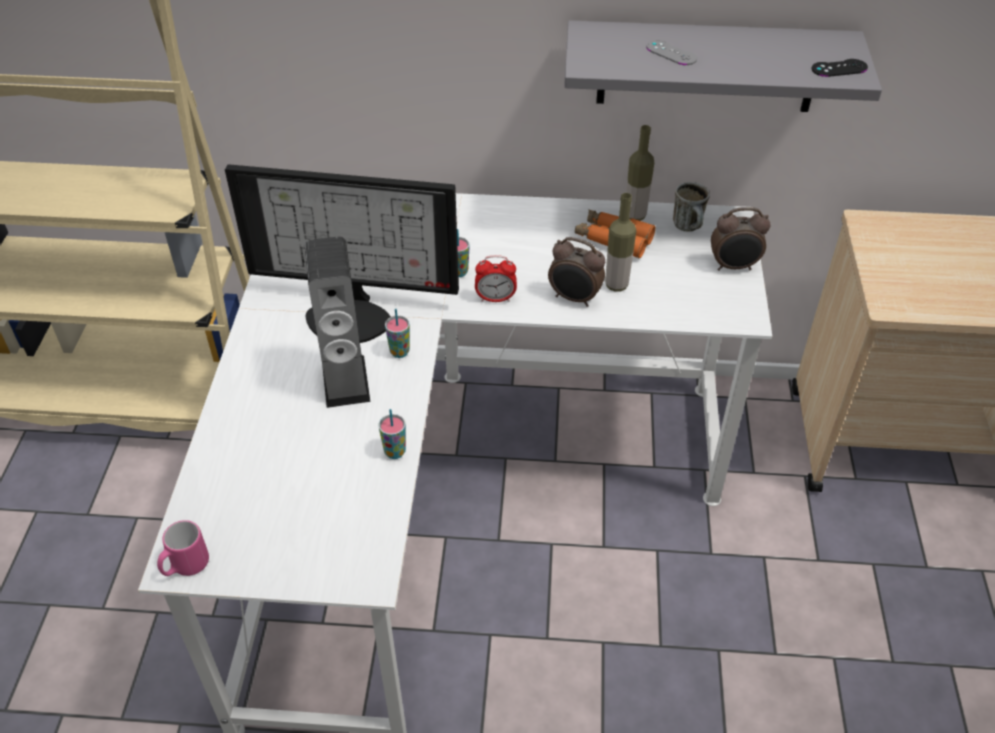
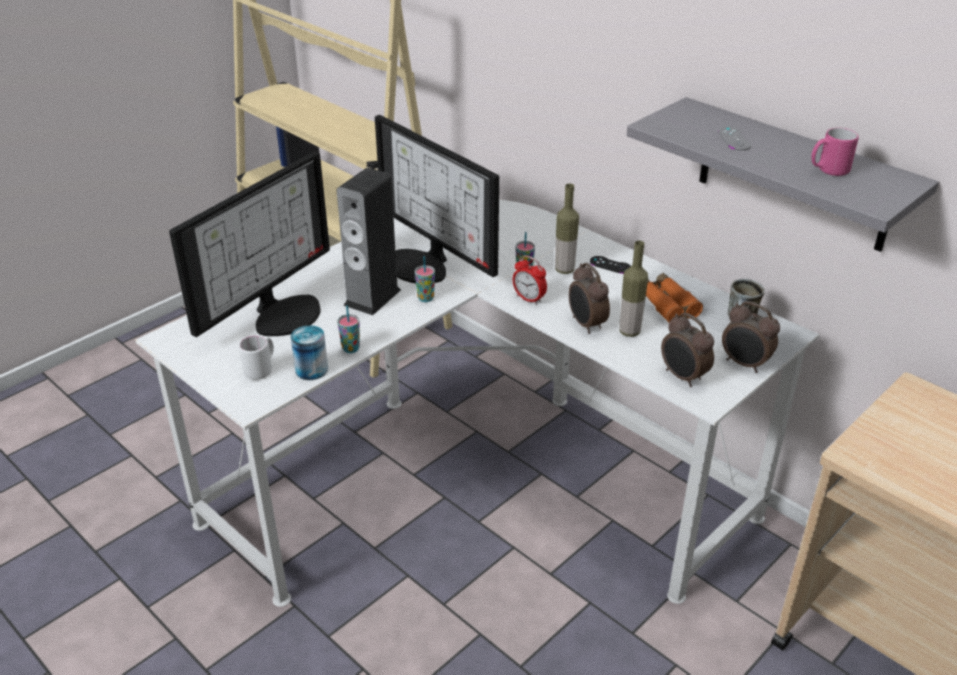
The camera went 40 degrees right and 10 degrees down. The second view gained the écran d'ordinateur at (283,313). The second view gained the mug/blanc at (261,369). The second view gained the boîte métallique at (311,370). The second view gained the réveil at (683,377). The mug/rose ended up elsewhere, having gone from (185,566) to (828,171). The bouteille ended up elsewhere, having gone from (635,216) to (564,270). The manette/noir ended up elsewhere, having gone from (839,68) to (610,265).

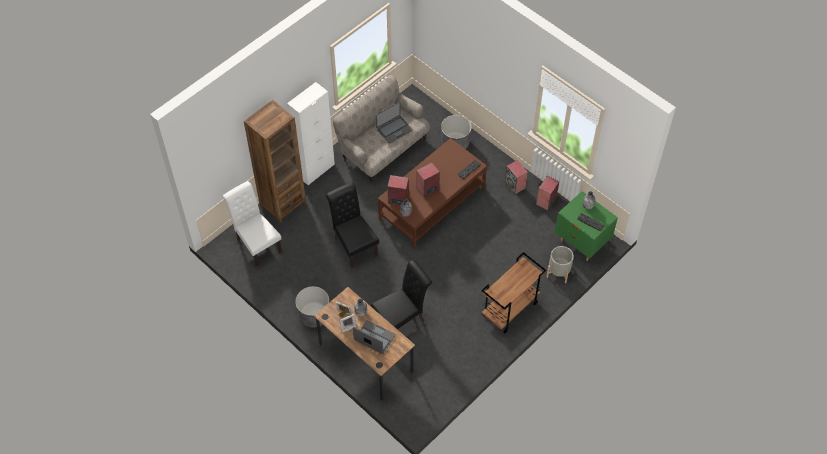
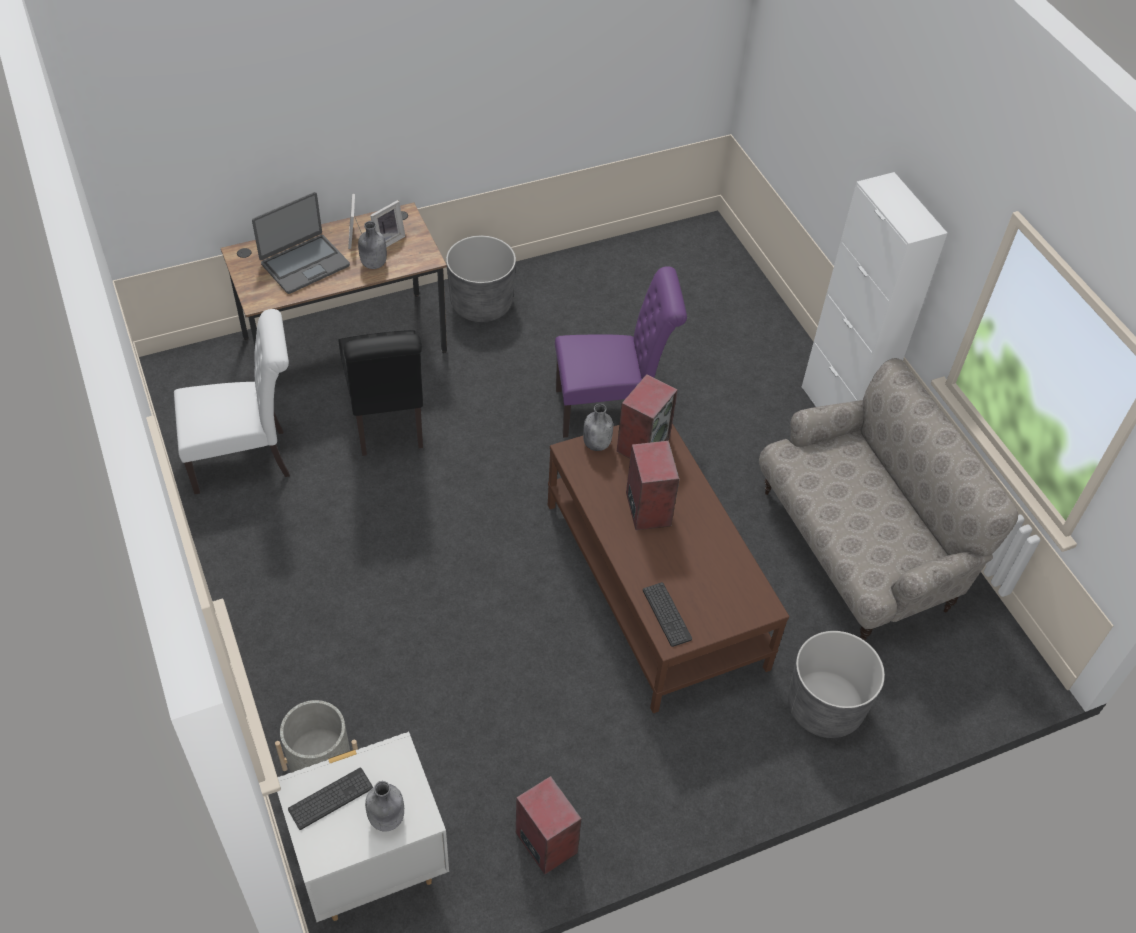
The camera went 110 degrees right and 5 degrees down. The second view lost the bibliothèque/marron at (282,204). The second view lost the ordinateur portable at (394,129). The second view lost the chariot/marron at (509,310). The second view lost the enceinte at (515,185). The chaise/blanc ended up elsewhere, having gone from (257,244) to (247,459). What was the chaise/noir at (353,245) turned into the chaise/violet at (610,409). What was the table de chevet/vert at (581,243) turned into the table de chevet/blanc at (371,866).

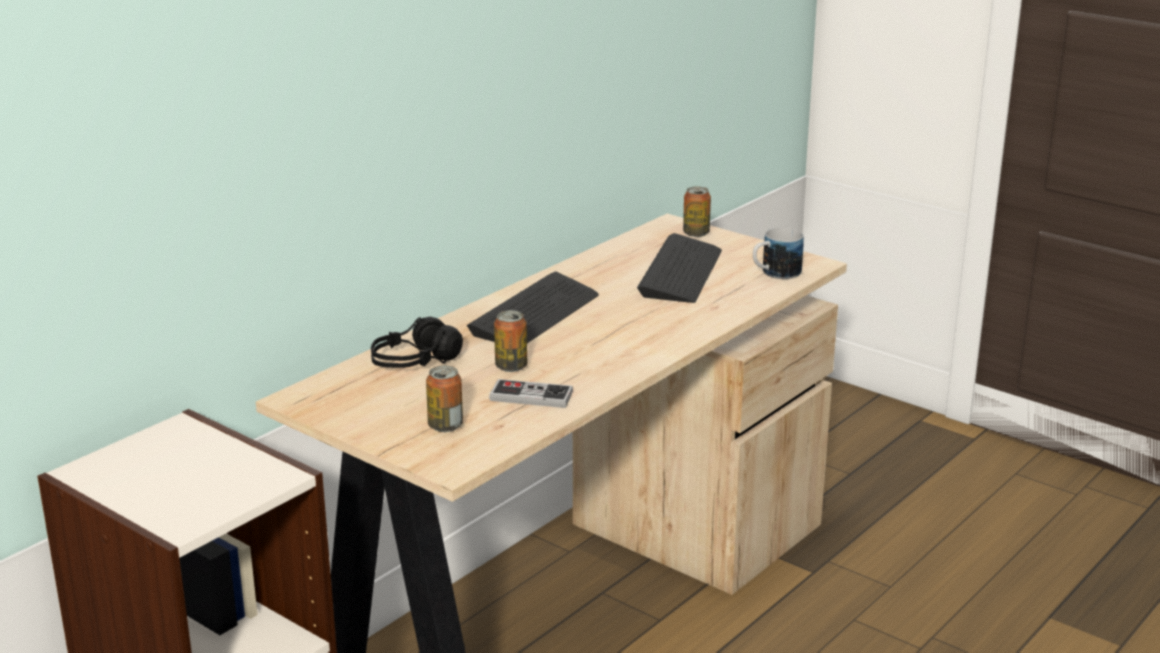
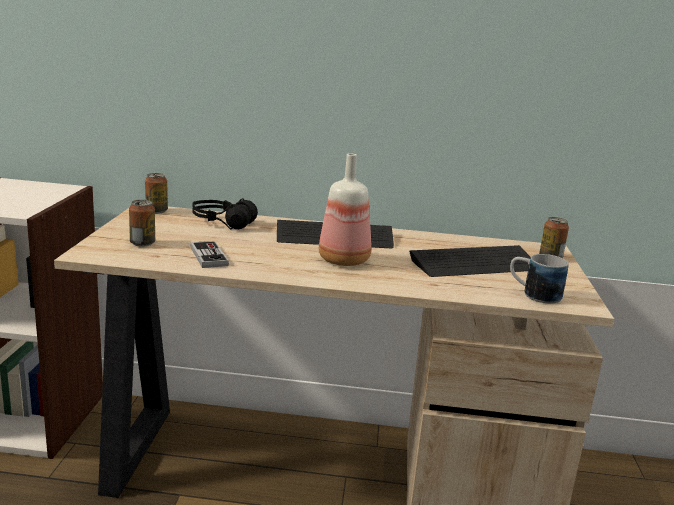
The camera went 55 degrees right and 5 degrees down. The second view gained the bouteille at (344,260). The boîte métallique ended up elsewhere, having gone from (511,366) to (156,211).

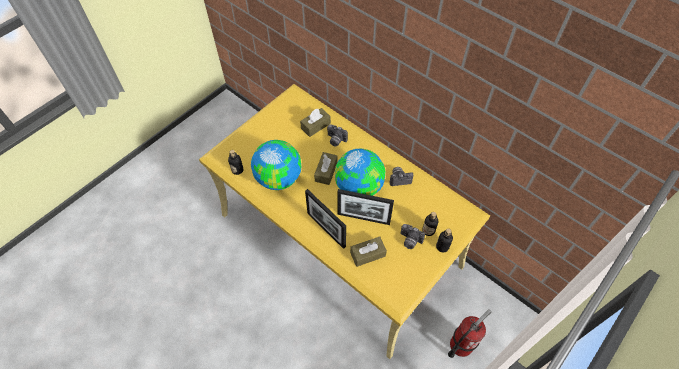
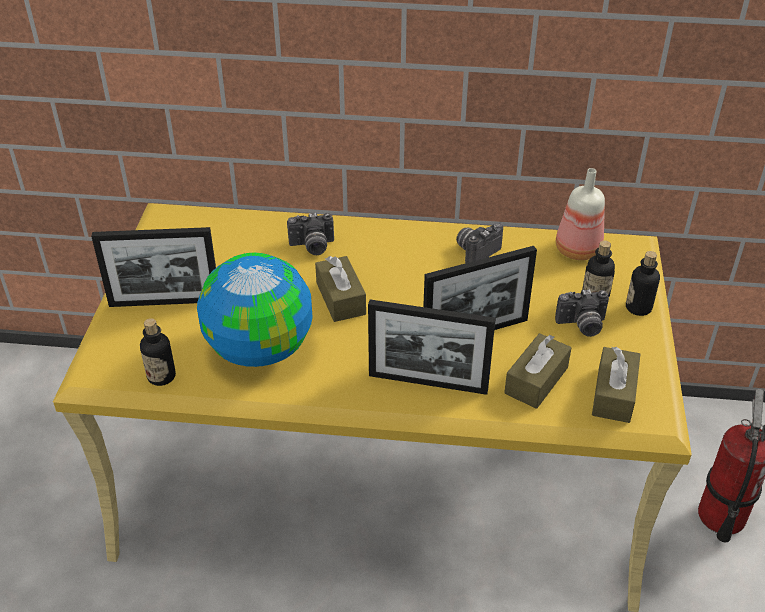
The camera went 35 degrees left and 15 degrees down. The second view lost the globe at (359,187). The second view gained the cadre photo at (165,302). The second view gained the bouteille at (576,250). The boîte à mouchoirs/marron ended up elsewhere, having gone from (315,126) to (613,394).

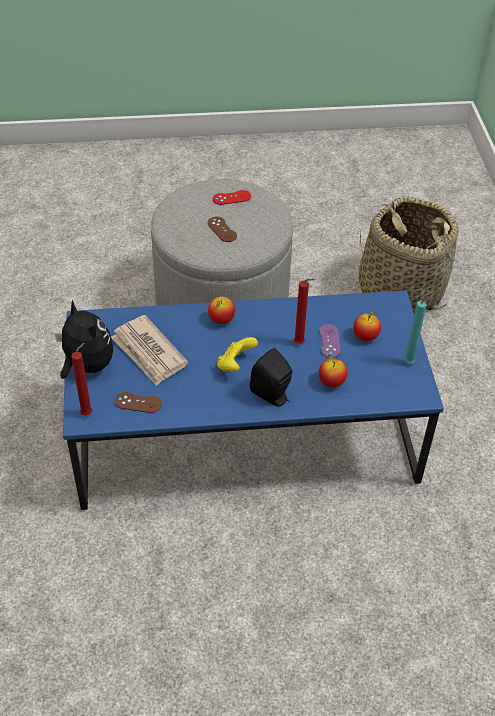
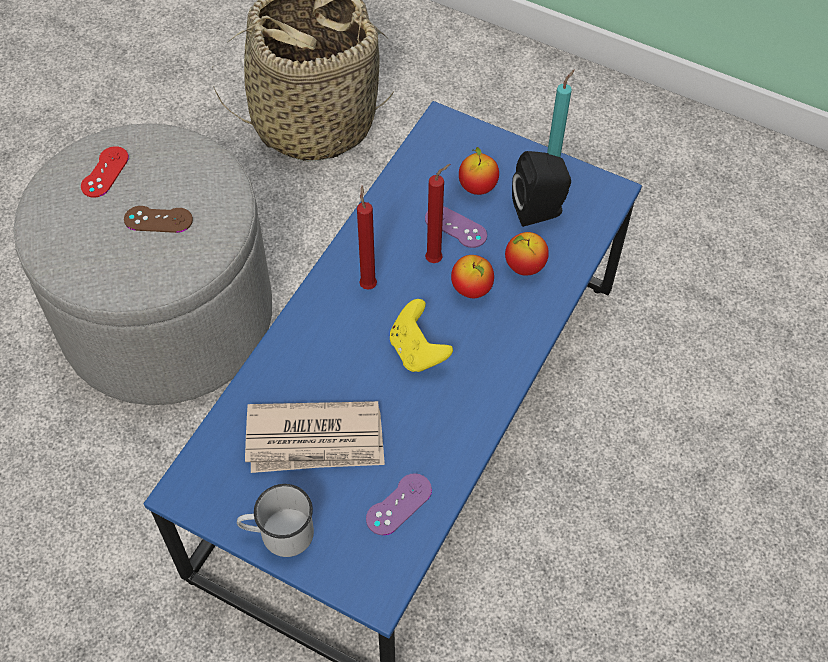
The camera went 55 degrees left and 10 degrees up. The bougie/rouge ended up elsewhere, having gone from (88,413) to (368,284). The pomme ended up elsewhere, having gone from (221,320) to (471,289). The enceinte/noir ended up elsewhere, having gone from (272,396) to (540,211). Where the peluche stood at (86,365), the mug/blanc came to stand at (278,533). What was the manette/marron at (138,403) turned into the manette/violet at (399,504).

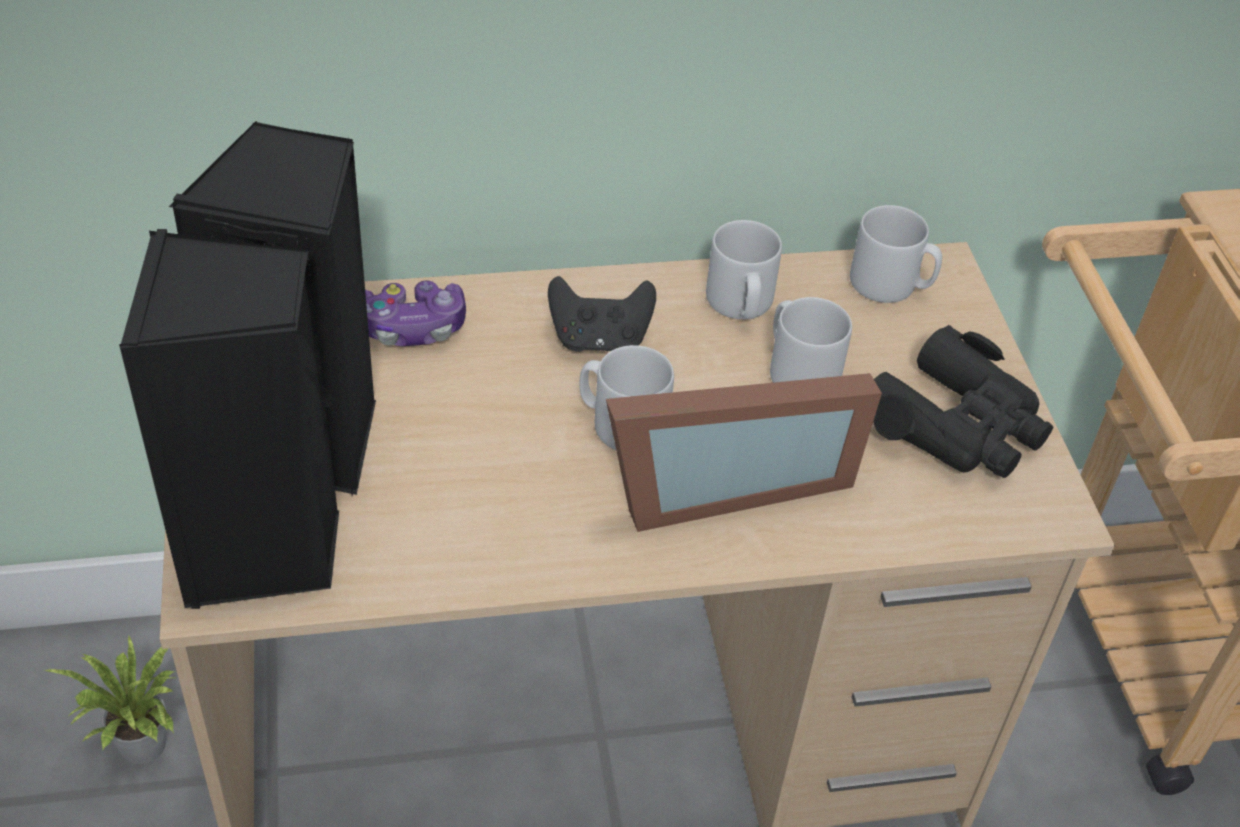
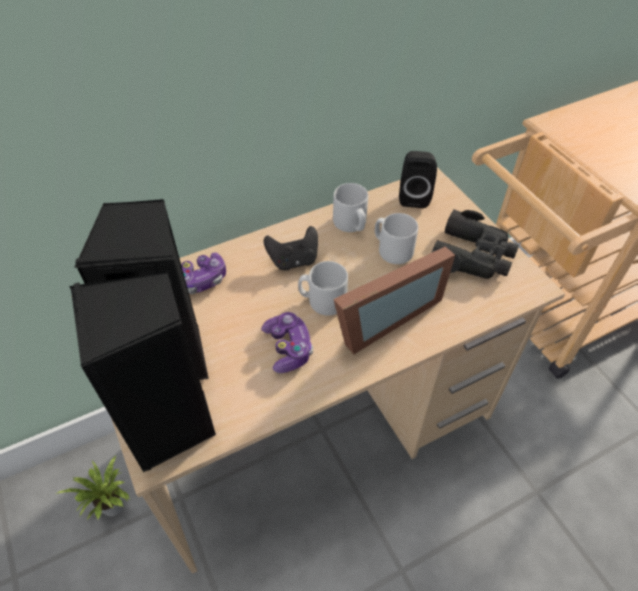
The camera went 15 degrees left and 5 degrees up. The second view gained the manette at (288,348). Where the mug/gris stood at (891,285), the enceinte/noir came to stand at (414,196).

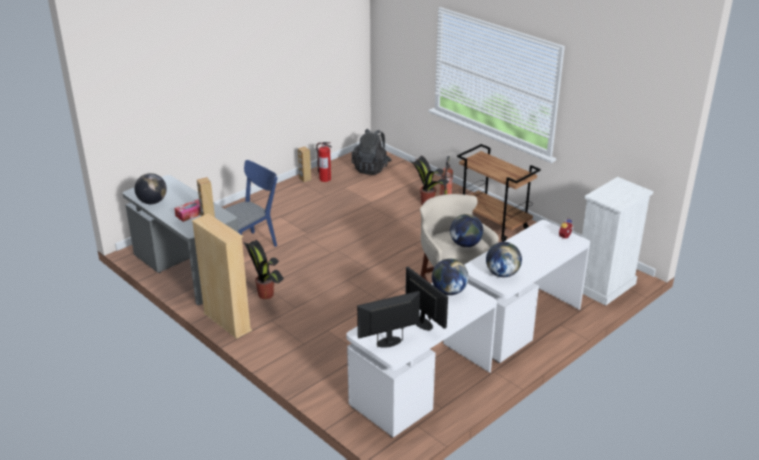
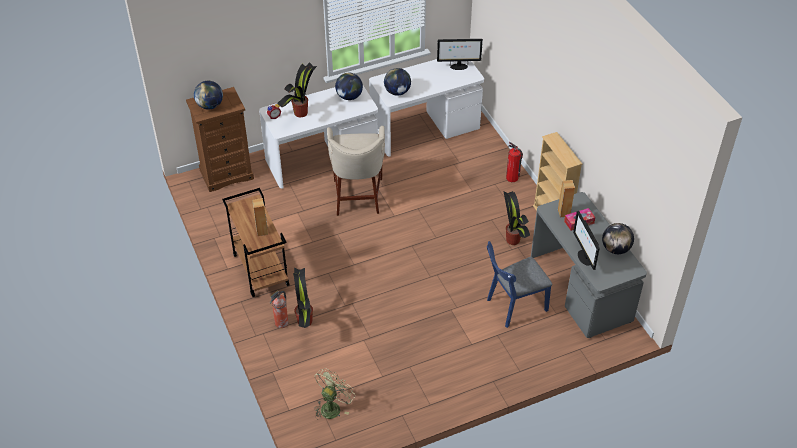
The camera went 160 degrees left and 15 degrees up. The second view gained the plante en pot at (300,113). The enceinte/marron ended up elsewhere, having gone from (305,179) to (262,231). The extincteur ended up elsewhere, having gone from (324,179) to (512,178). The écran d'ordinateur ended up elsewhere, having gone from (423,323) to (584,257). The globe ended up elsewhere, having gone from (465,244) to (210,105). Where the sac à dos/noir stood at (371,168), the ventilateur/vert came to stand at (332,406). What was the commode/blanc at (604,286) turned into the commode/marron at (227,174).

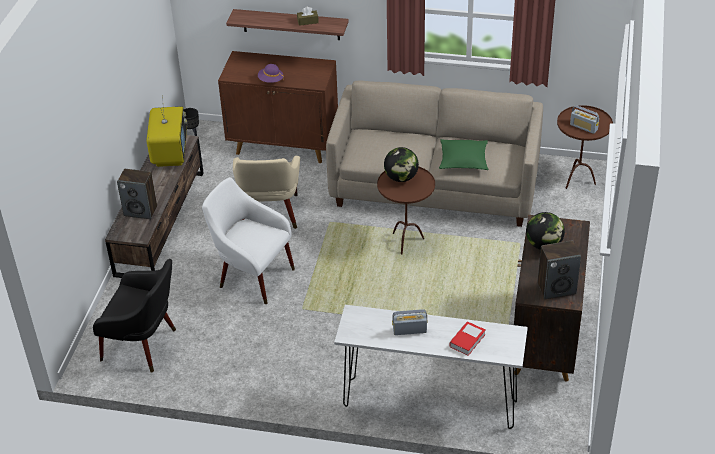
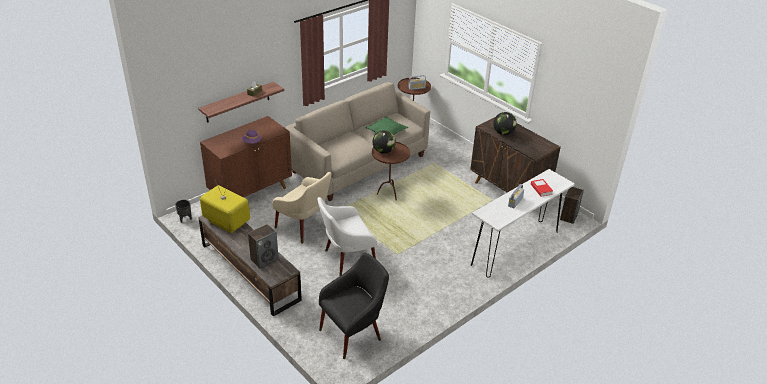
The camera went 55 degrees left and 5 degrees down. The enceinte ended up elsewhere, having gone from (556,288) to (568,216).

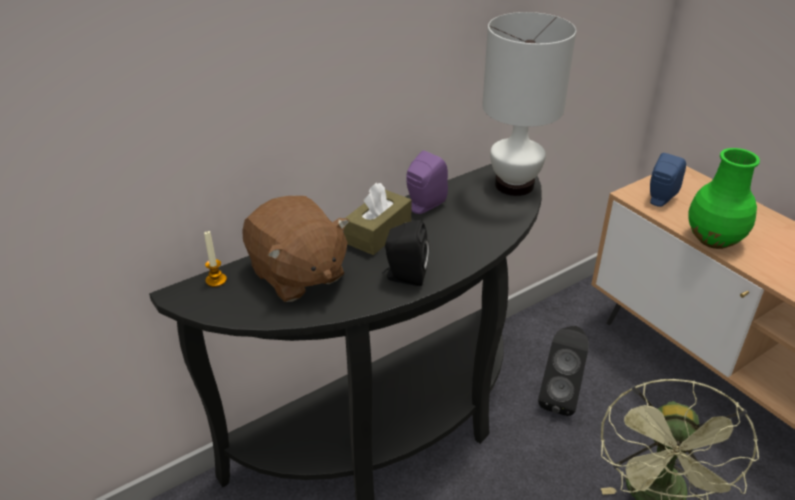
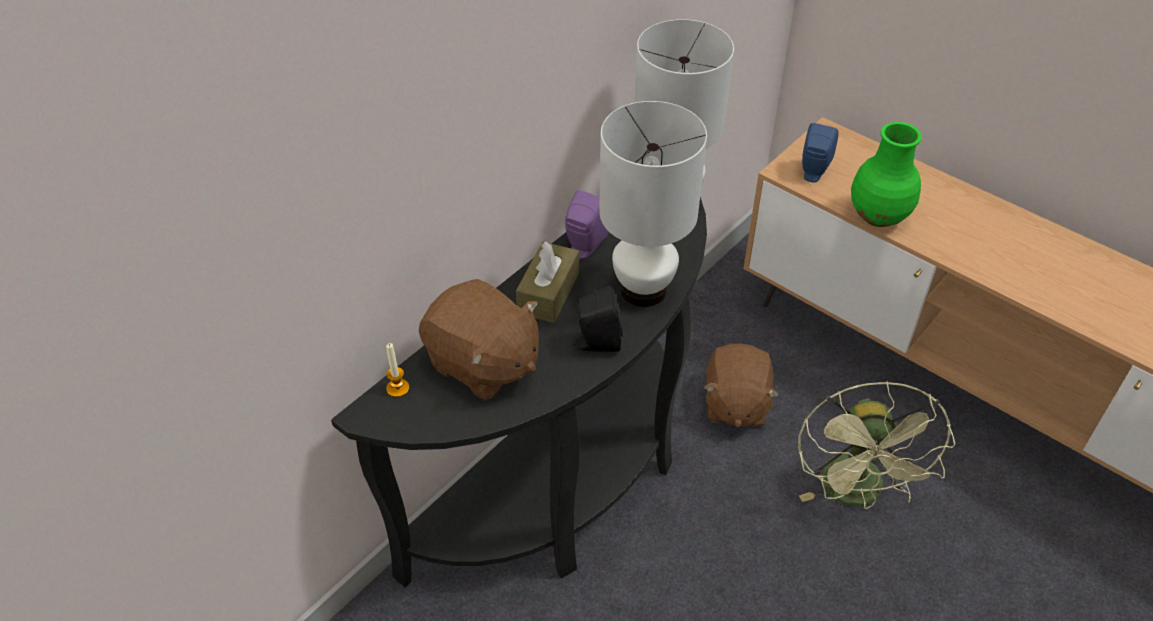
The camera went 15 degrees left and 10 degrees up. The second view gained the lampe de table/blanc at (643,289). Where the enceinte/noir stood at (560,397), the peluche/marron came to stand at (735,404).

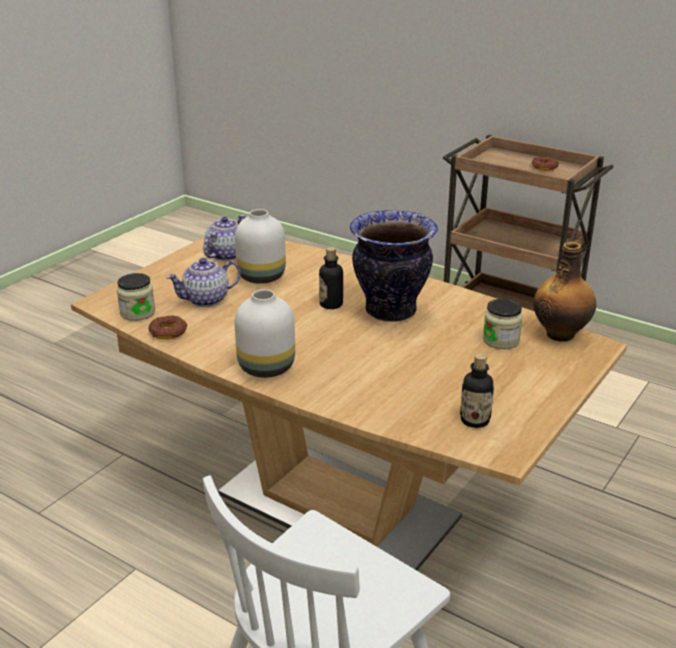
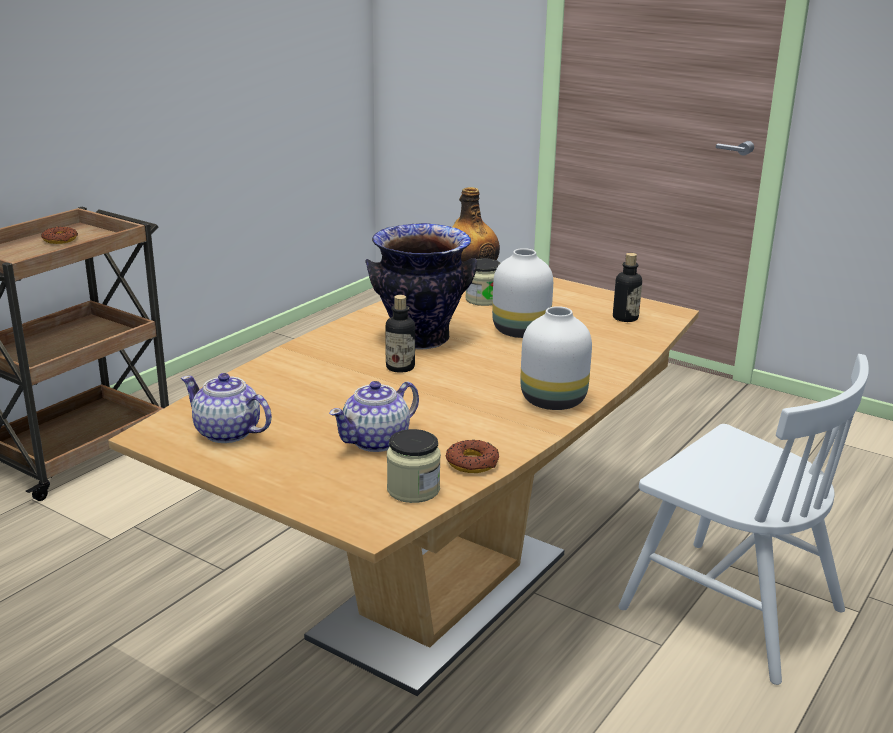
The camera went 90 degrees left and 5 degrees down. The vase/blanc ended up elsewhere, having gone from (263,277) to (521,330). The théière at (206,299) ended up facing another way, 75 degrees clockwise from before.

